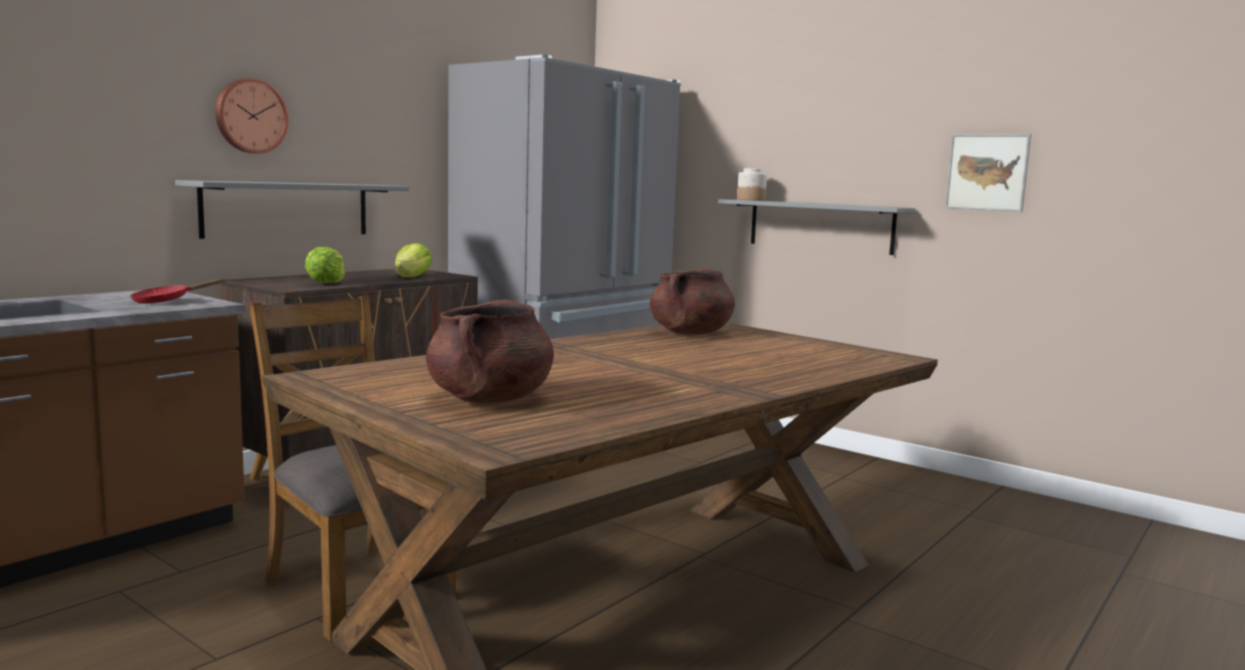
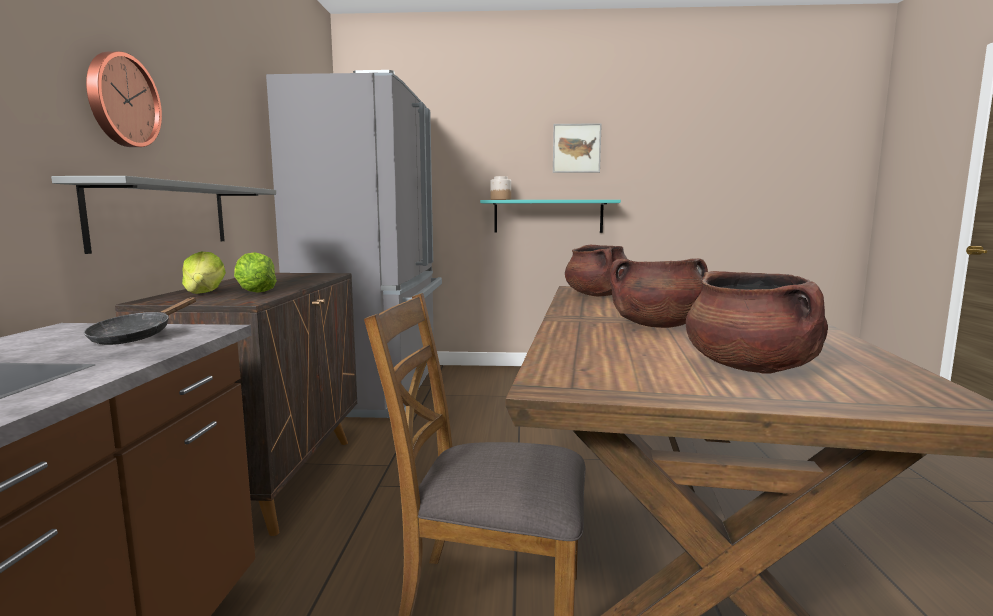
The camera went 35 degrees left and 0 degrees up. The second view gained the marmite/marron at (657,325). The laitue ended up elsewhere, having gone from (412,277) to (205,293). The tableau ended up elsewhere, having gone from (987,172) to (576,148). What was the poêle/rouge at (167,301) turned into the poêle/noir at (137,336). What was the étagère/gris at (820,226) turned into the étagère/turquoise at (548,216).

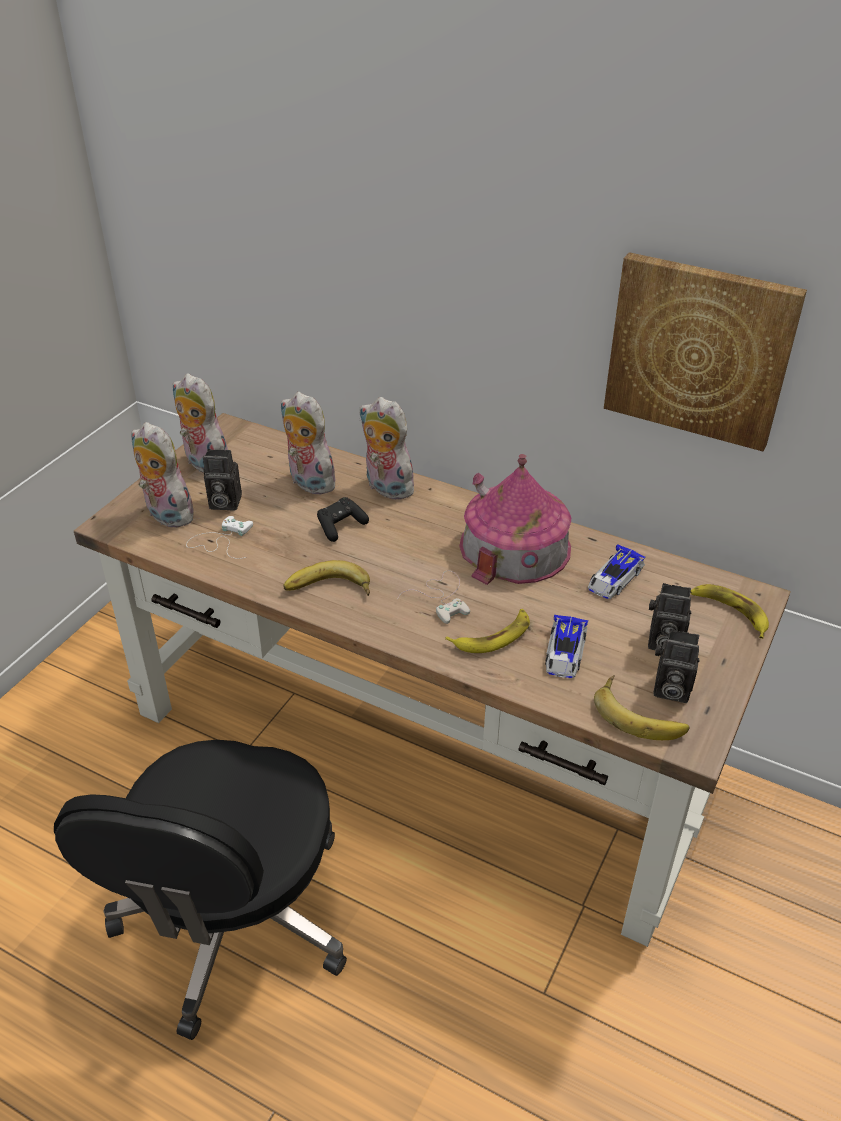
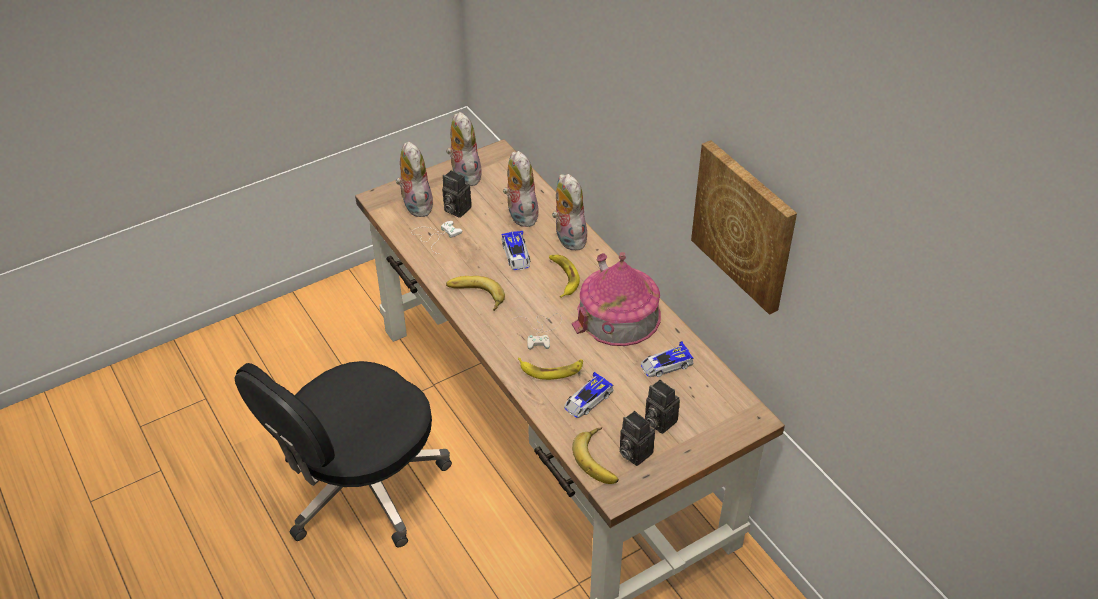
The camera went 30 degrees right and 5 degrees up. The banane ended up elsewhere, having gone from (729,612) to (563,277). Where the manette/noir stood at (341,526), the petite voiture came to stand at (516,255).

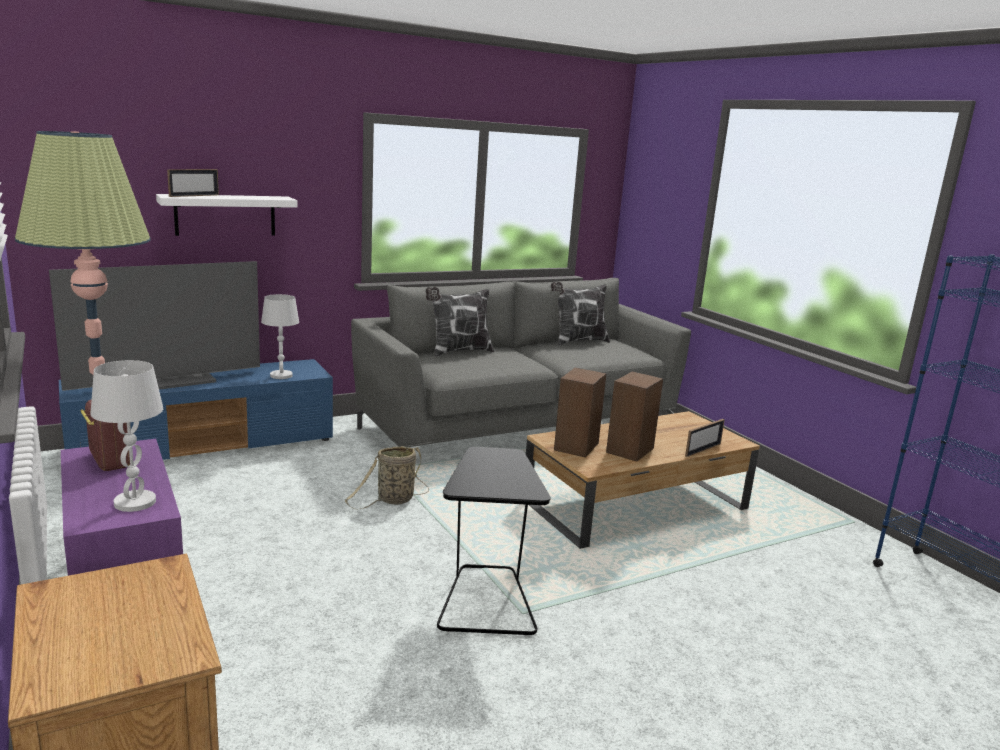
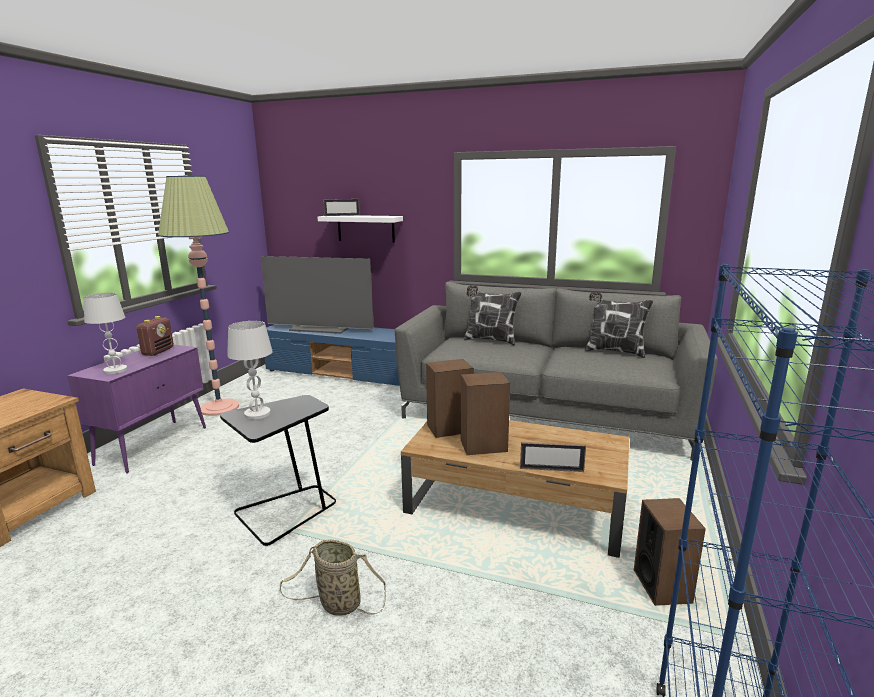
The camera went 50 degrees right and 0 degrees up. The second view gained the enceinte at (662,587). The lampe de table/blanc ended up elsewhere, having gone from (281,375) to (257,414). The panier ended up elsewhere, having gone from (393,500) to (337,604).

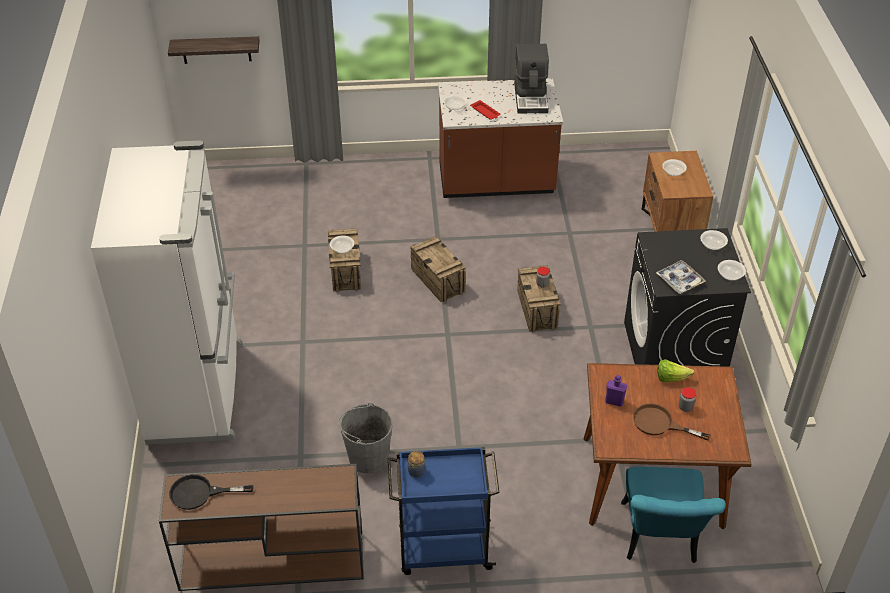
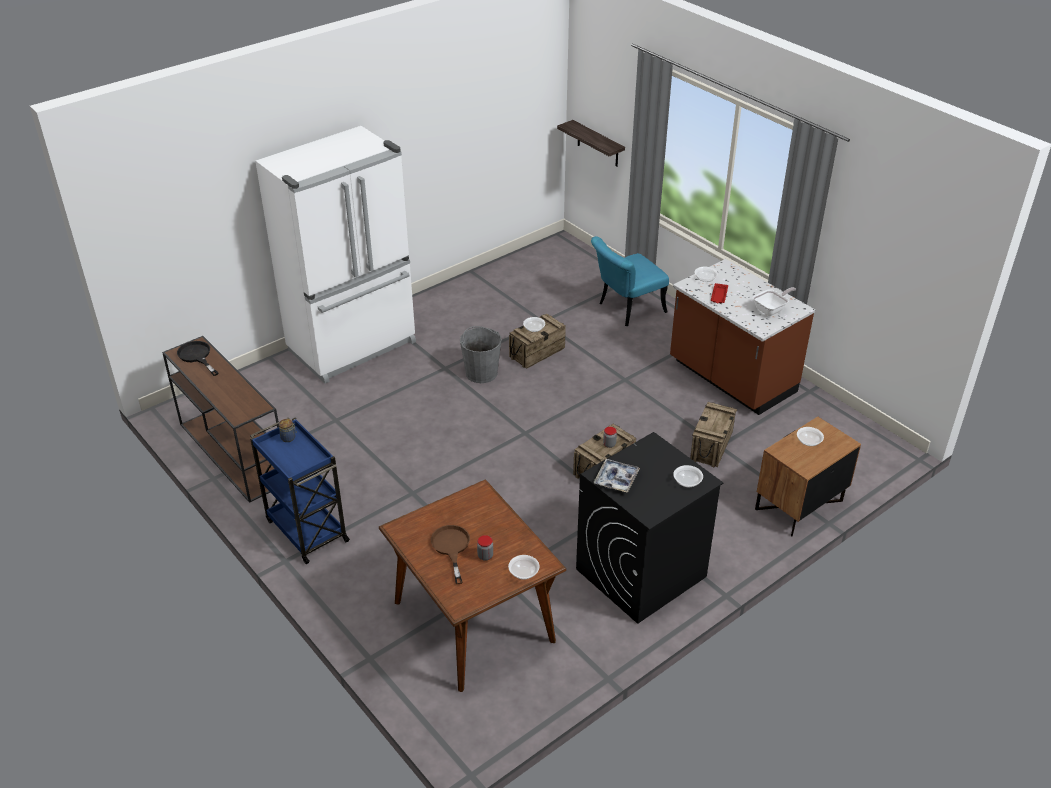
The camera went 55 degrees right and 5 degrees down. The second view lost the bouteille/violet at (614,401). The second view lost the laitue at (671,378). The seau/gris ended up elsewhere, having gone from (368,457) to (481,373). The caisse ended up elsewhere, having gone from (438,281) to (712,446). The chaise/turquoise ended up elsewhere, having gone from (660,540) to (626,310). The bol ended up elsewhere, having gone from (730,275) to (524,573). Where the machine à café stood at (531,97), the poêle came to stand at (771,309).

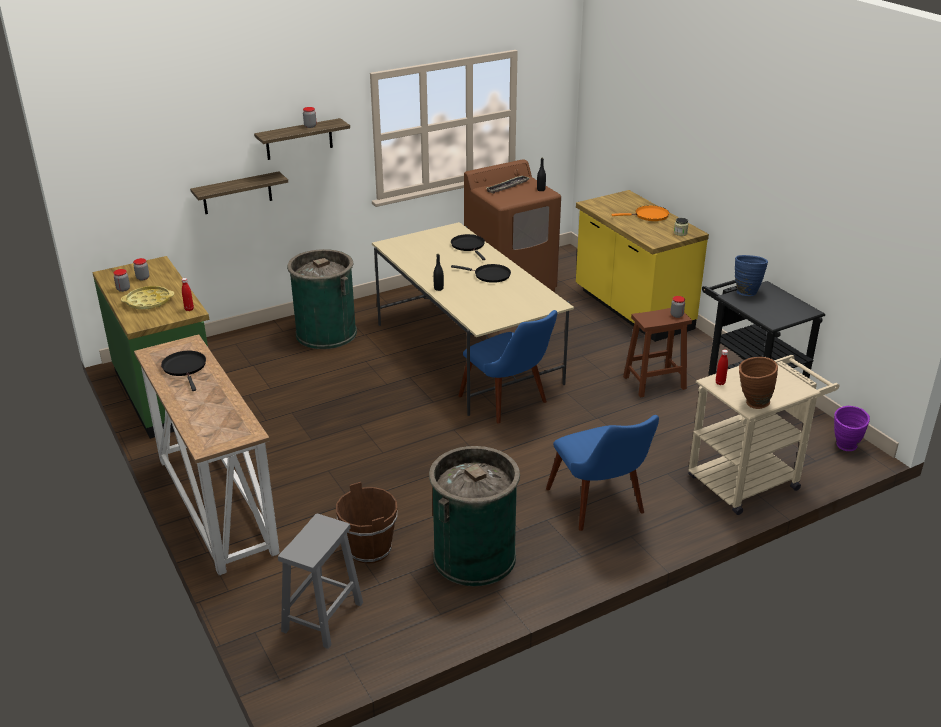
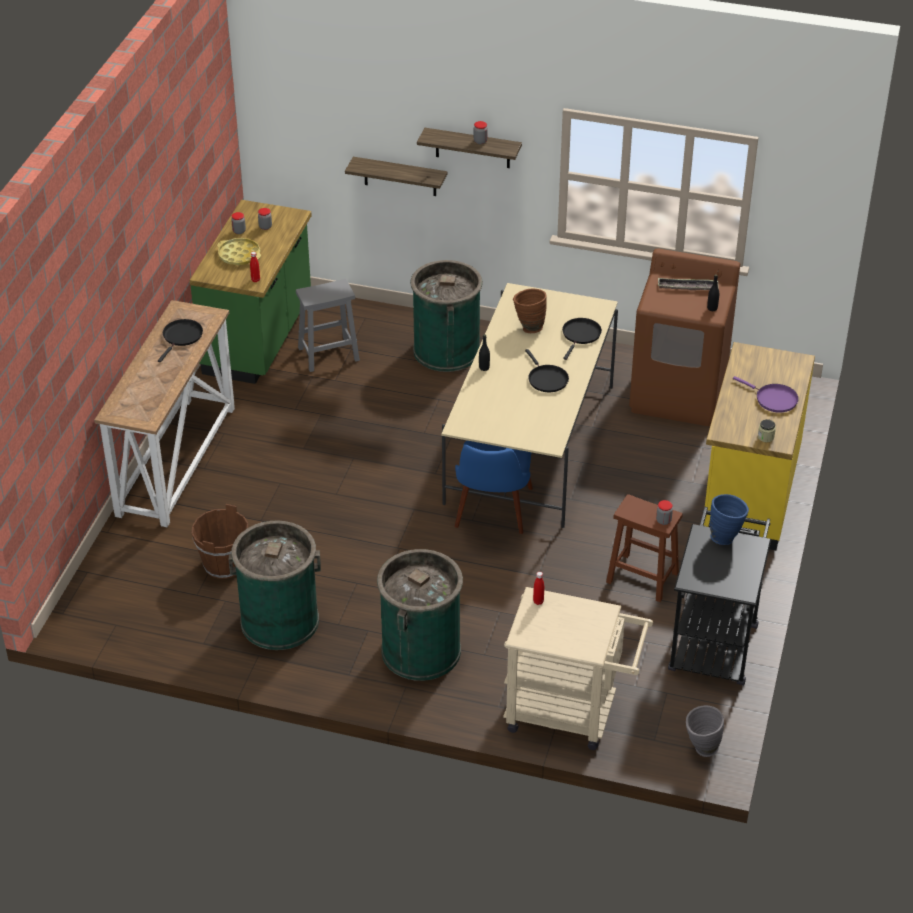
The camera went 45 degrees right and 10 degrees up. The tabouret/gris ended up elsewhere, having gone from (322,618) to (327,354). The vase/marron ended up elsewhere, having gone from (752,404) to (528,327). Where the chaise/bleu stood at (601,507), the poubelle/vert came to stand at (421,650). What was the poêle/orange at (649,216) turned into the poêle/violet at (773,399). What was the vase/violet at (845,448) turned into the vase/gris at (701,749).

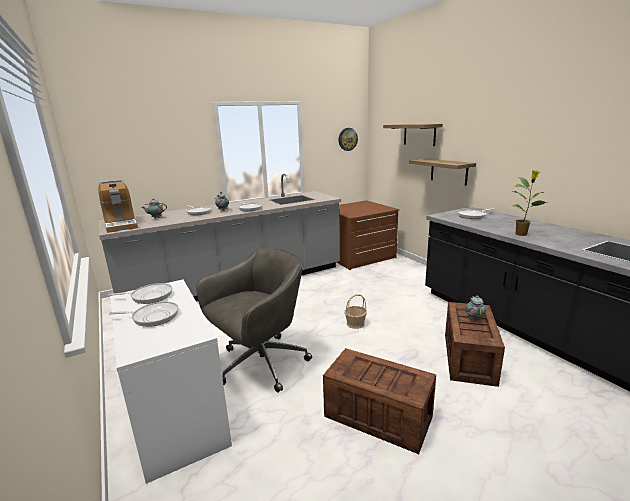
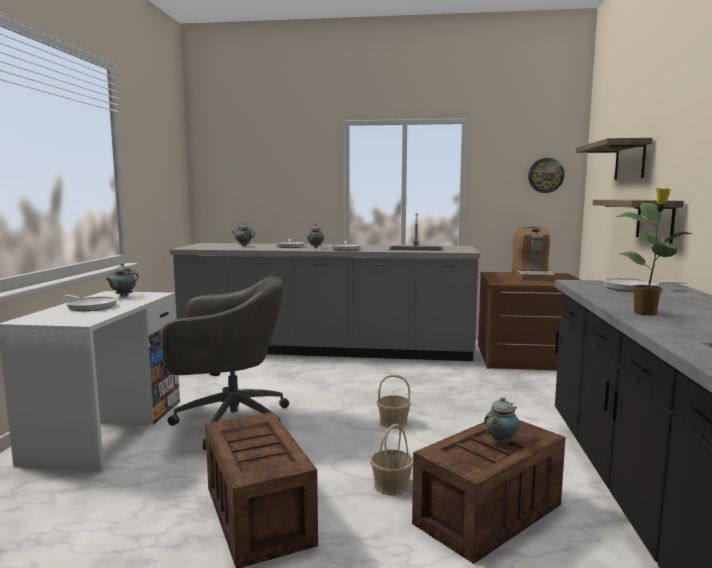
The camera went 35 degrees right and 10 degrees down. The second view gained the panier at (391,486). The machine à café ended up elsewhere, having gone from (121,225) to (531,276). Where the poêle stood at (149,296), the théière came to stand at (123,296).

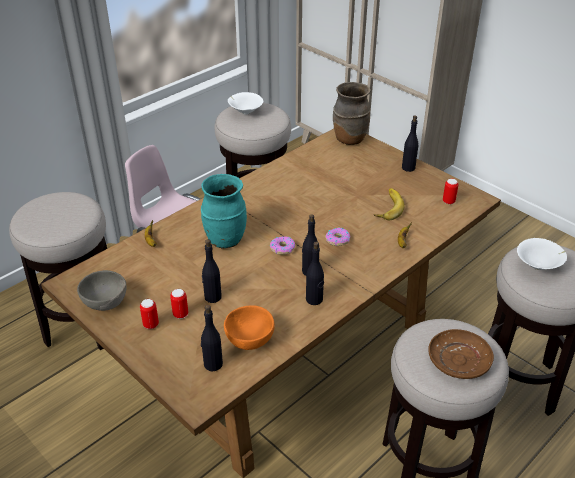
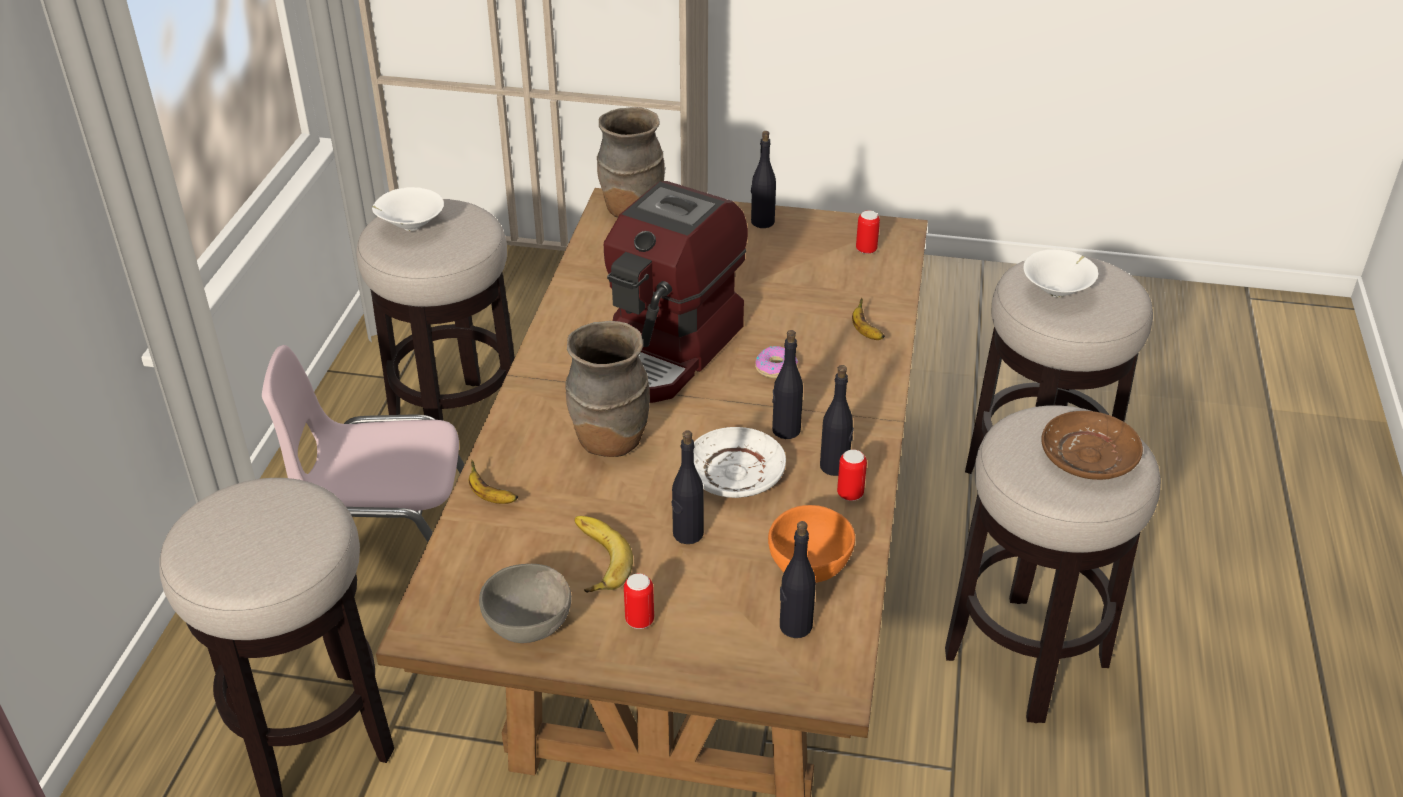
The camera went 35 degrees left and 0 degrees up. The second view lost the beignet at (282,248). The second view gained the machine à café at (665,351). The second view gained the assiette/blanc at (735,474). The boîte métallique ended up elsewhere, having gone from (180,314) to (850,494). The banane ended up elsewhere, having gone from (387,207) to (593,559). What was the vase/turquoise at (225,239) turned into the vase/marron at (609,441).

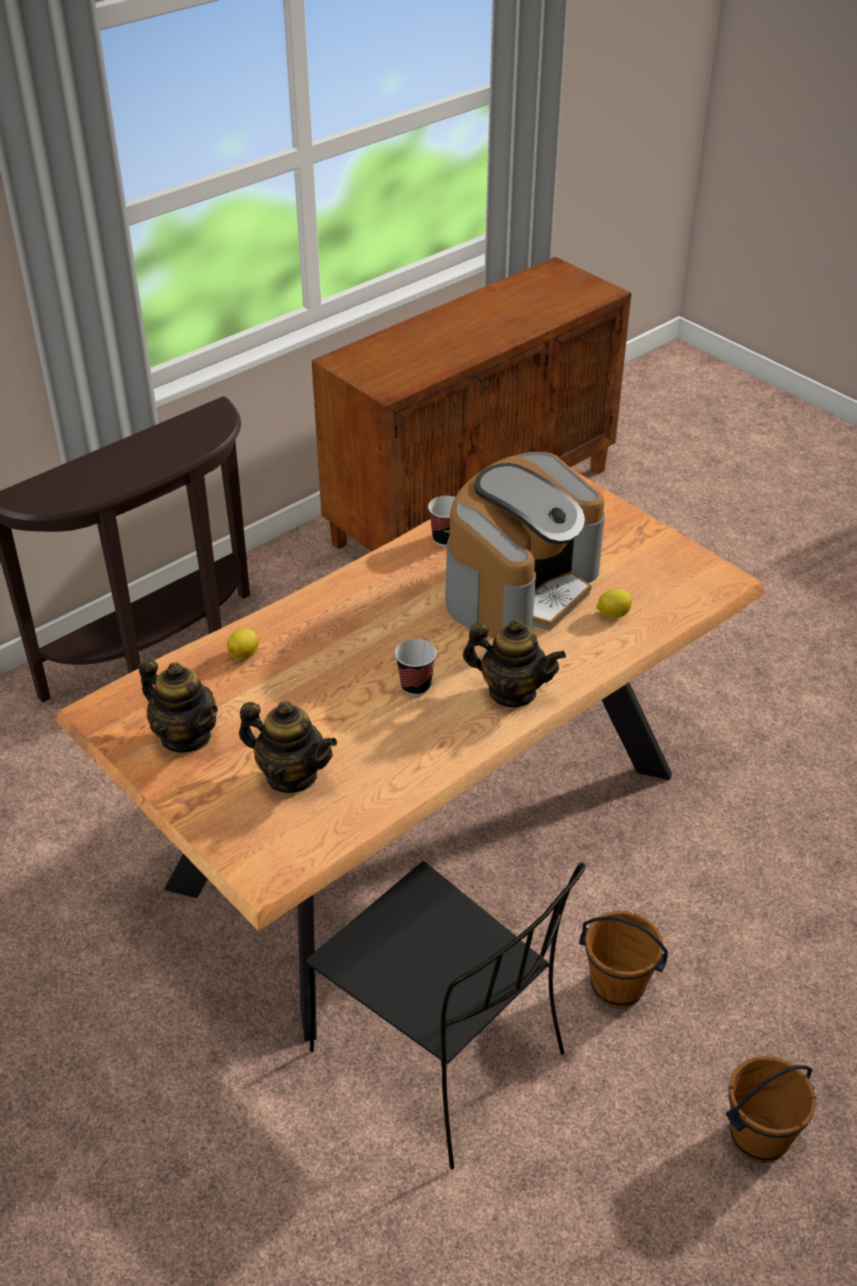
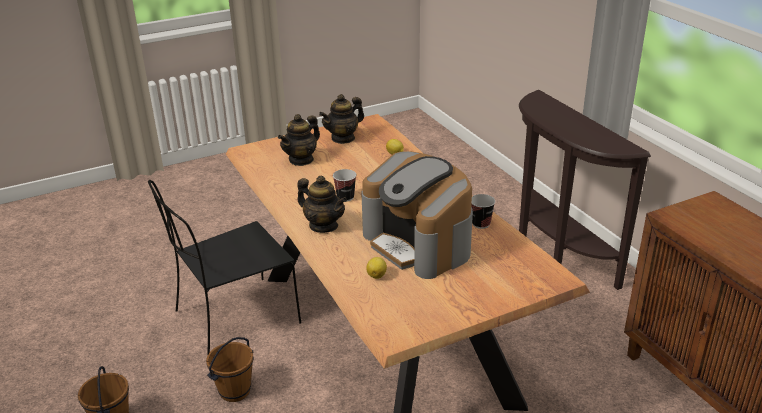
The camera went 105 degrees right and 10 degrees down. The théière at (512,692) ended up facing another way, 90 degrees counterclockwise from before.

